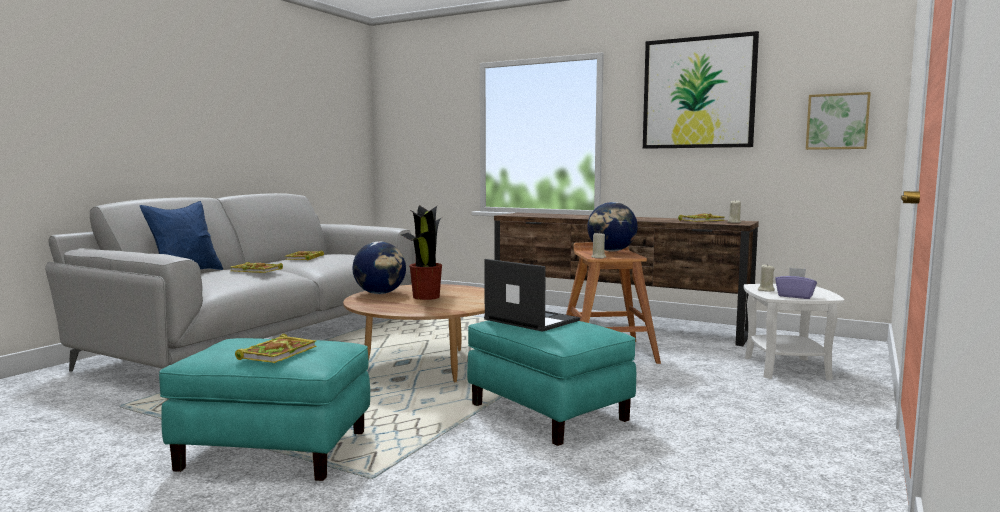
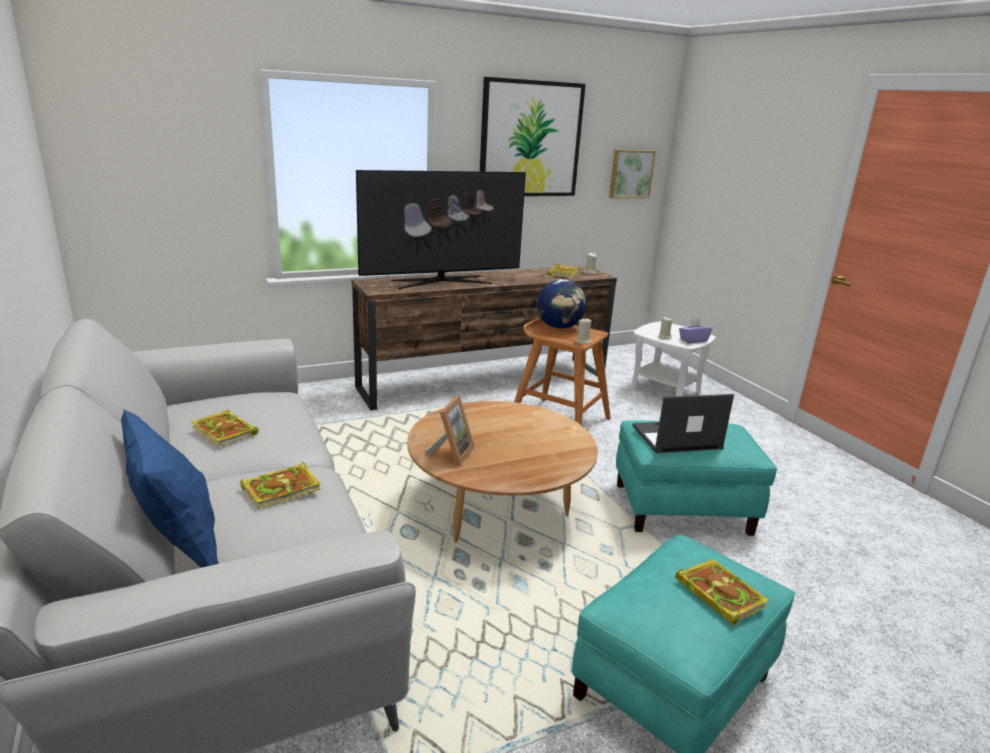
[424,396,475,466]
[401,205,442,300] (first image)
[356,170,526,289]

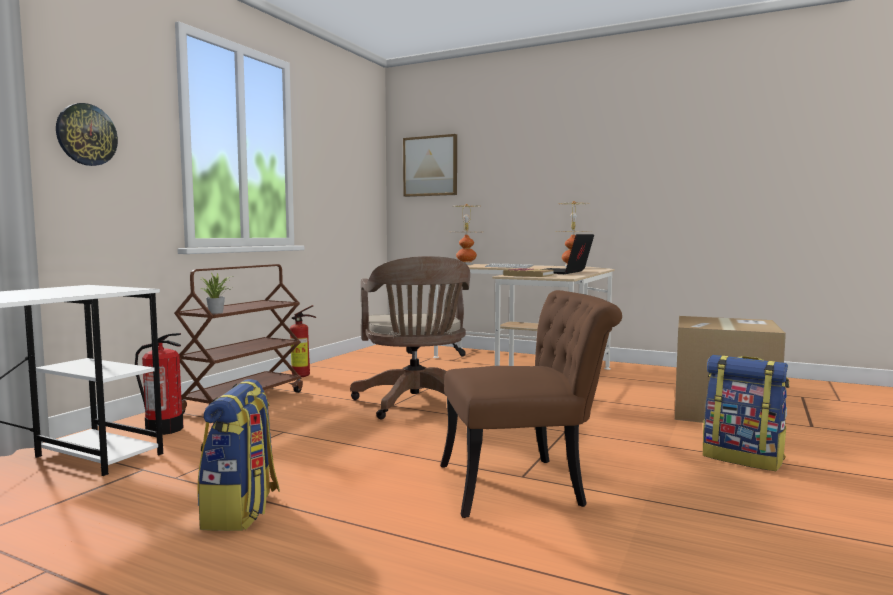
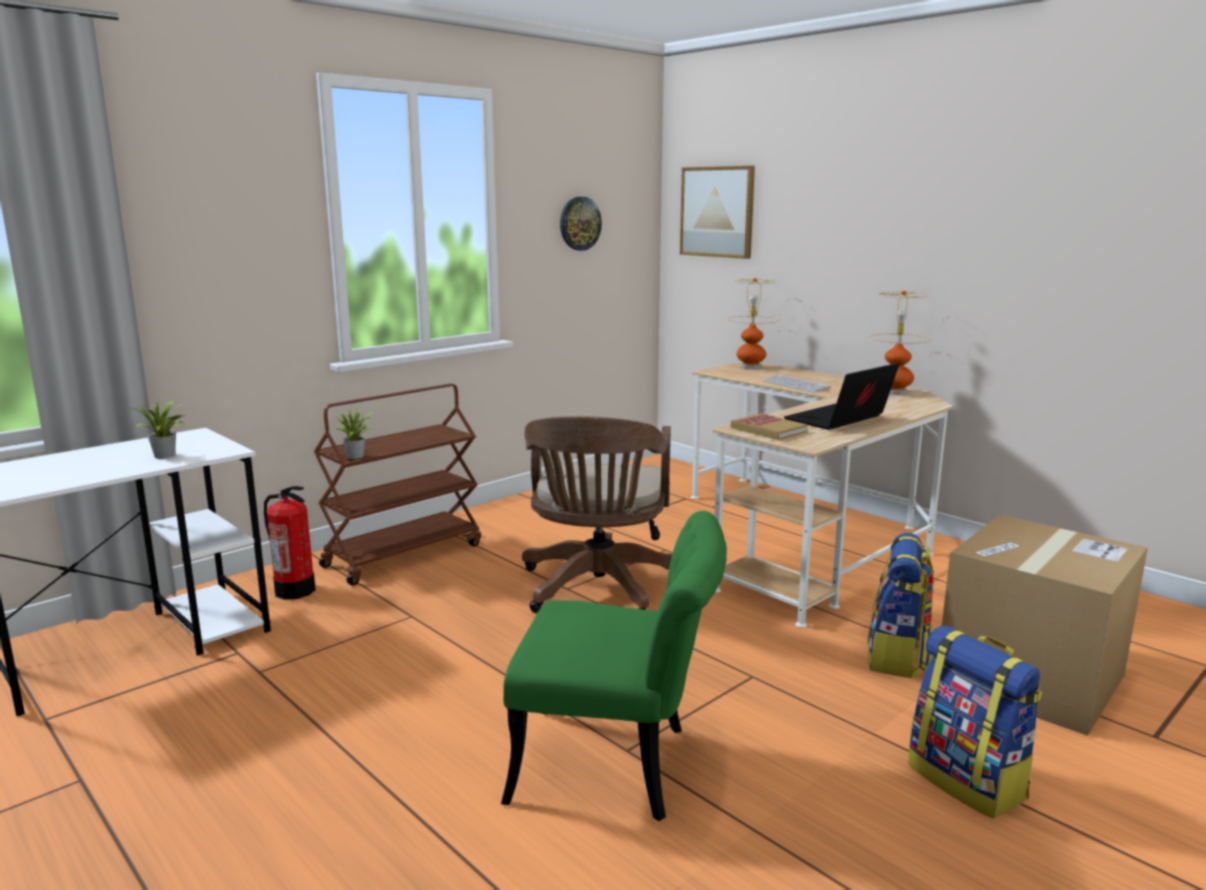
[560,197,602,251]
[867,533,934,678]
[290,305,316,377] (first image)
[501,511,727,821]
[131,398,185,459]

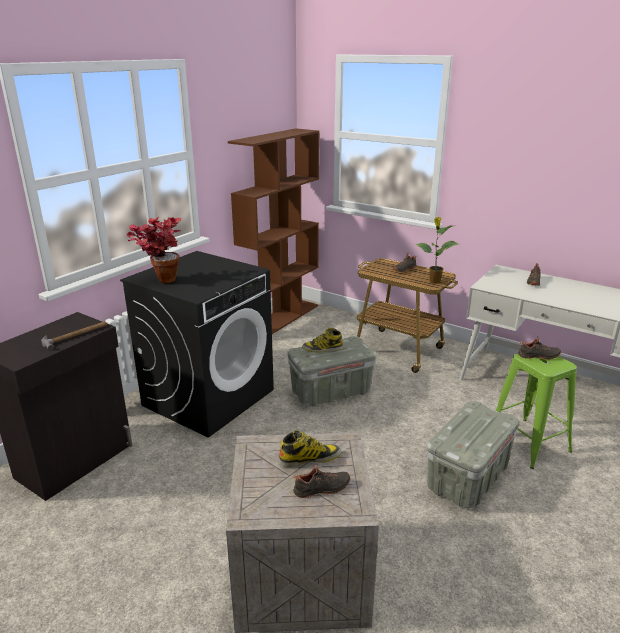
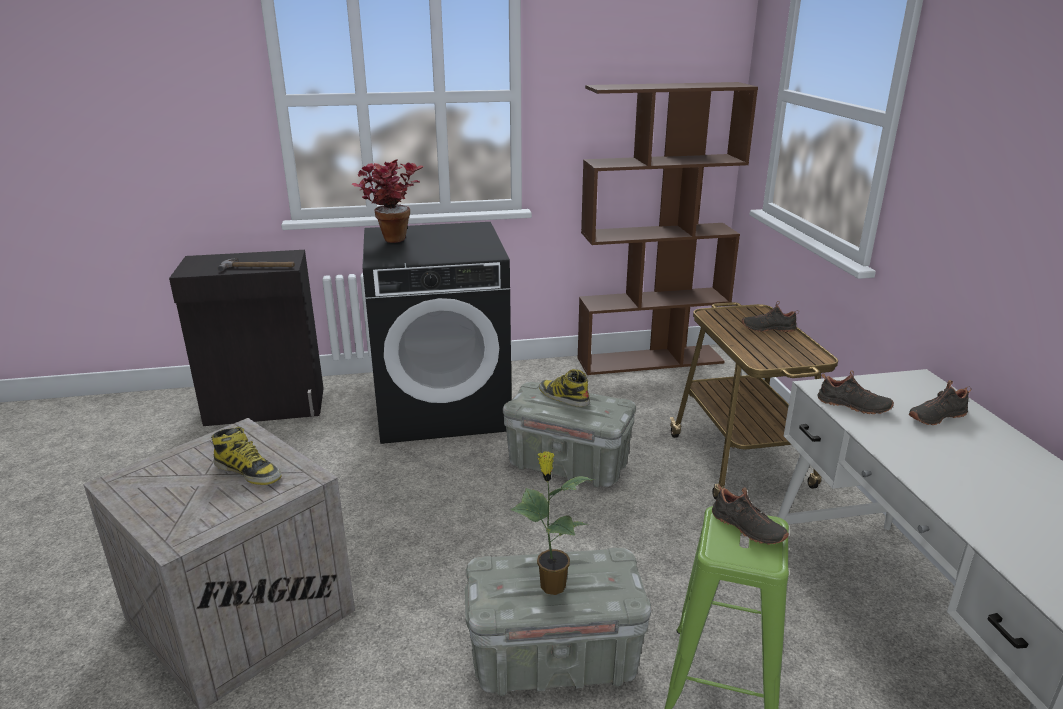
[818,370,894,414]
[510,451,595,595]

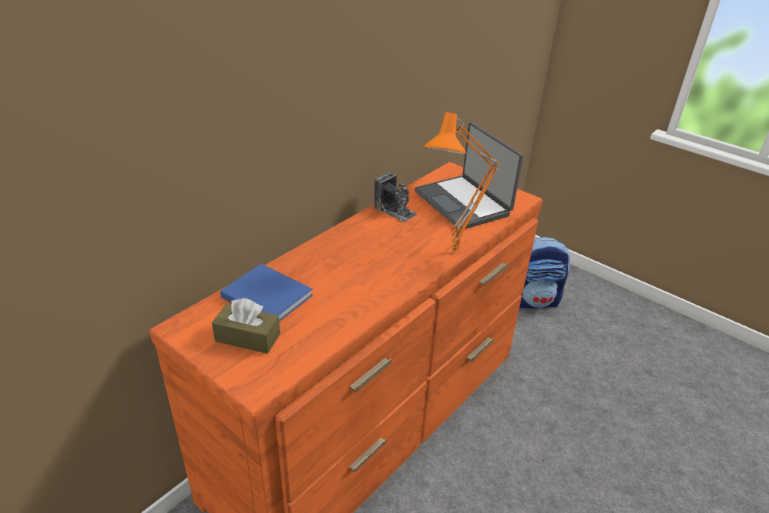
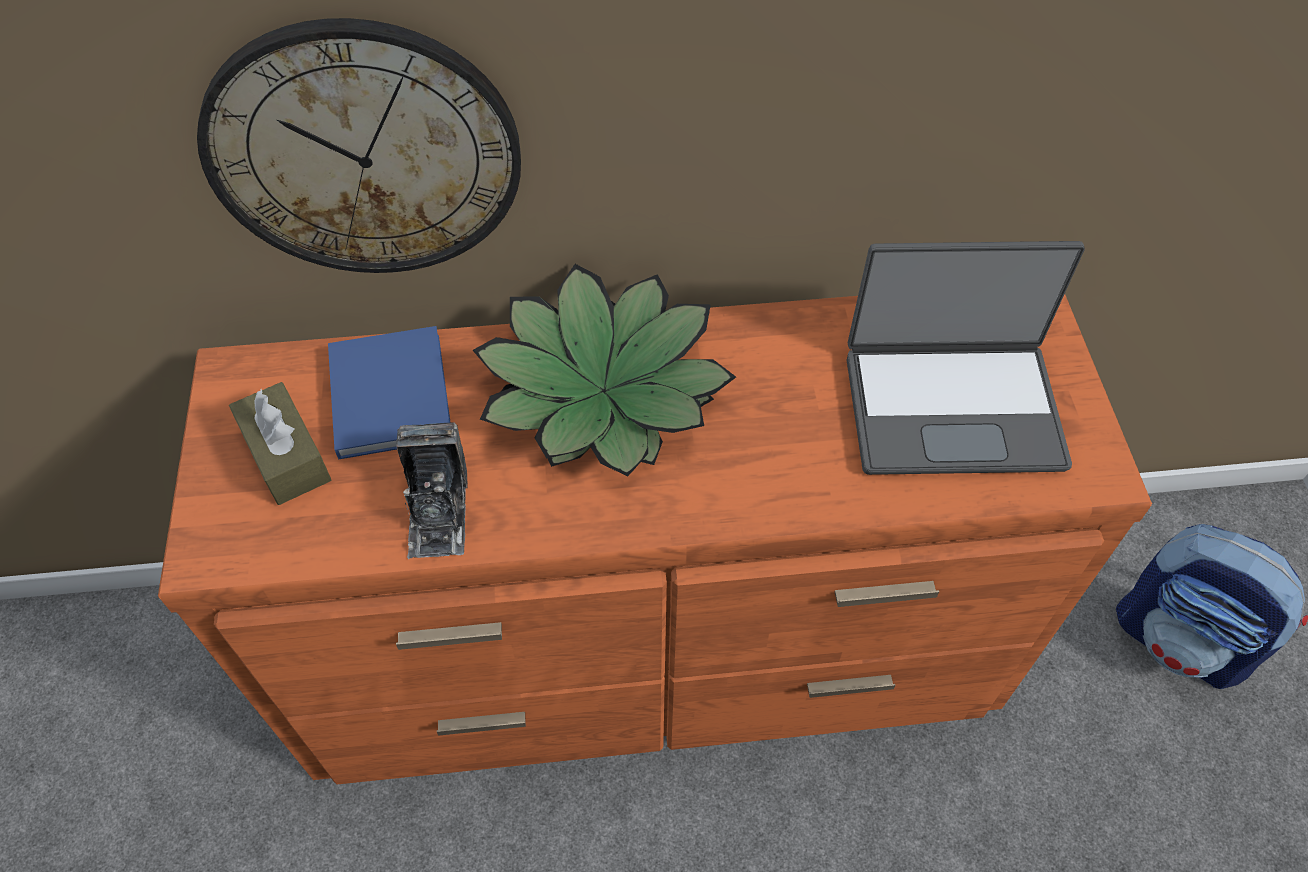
[396,422,468,559]
[847,241,1085,475]
[424,112,500,253] (first image)
[197,18,521,273]
[473,264,736,476]

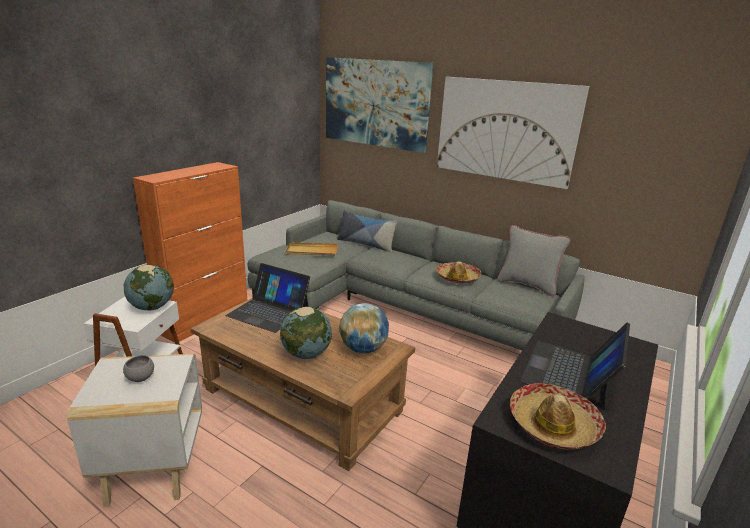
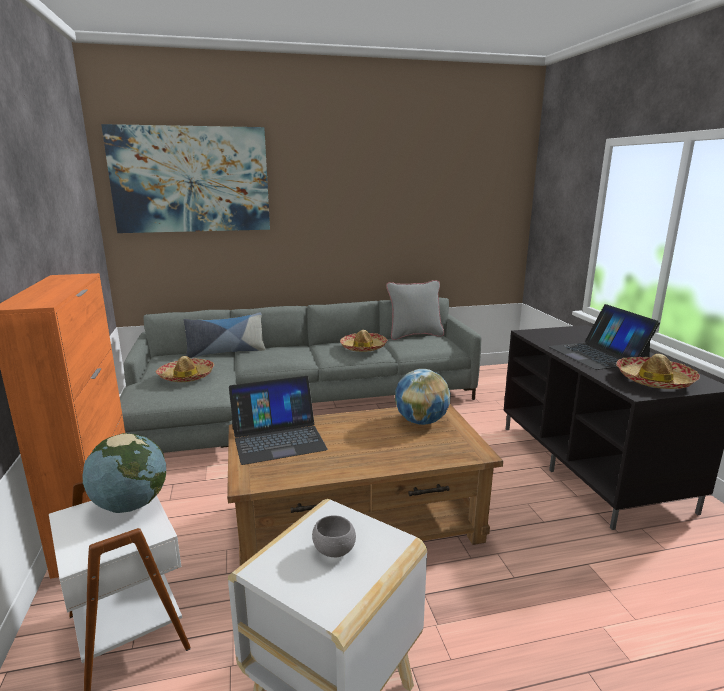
[280,307,332,359] (first image)
[156,356,214,382]
[437,77,589,189] (first image)

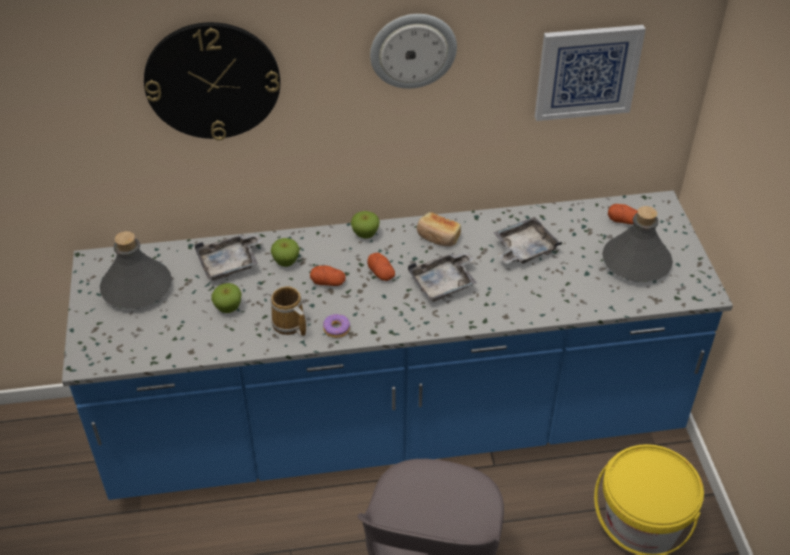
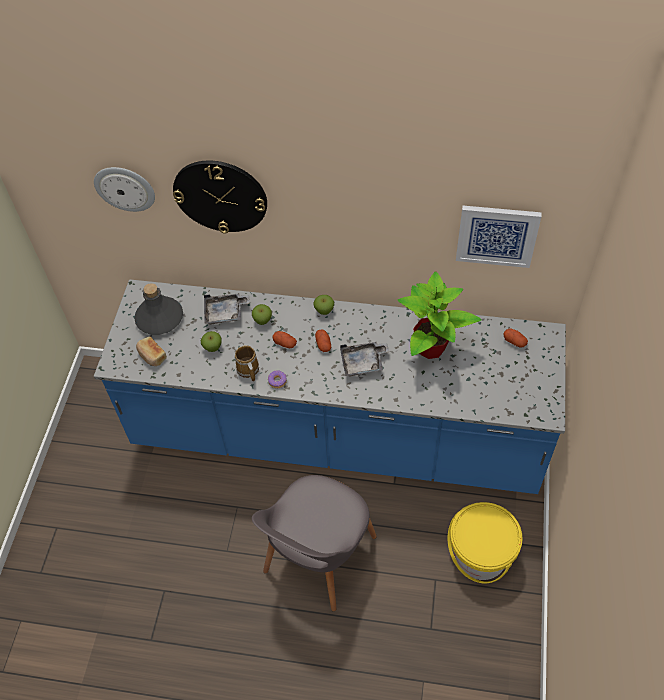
[94,167,155,212]
[136,336,167,366]
[398,271,482,359]
[602,206,673,282] (first image)

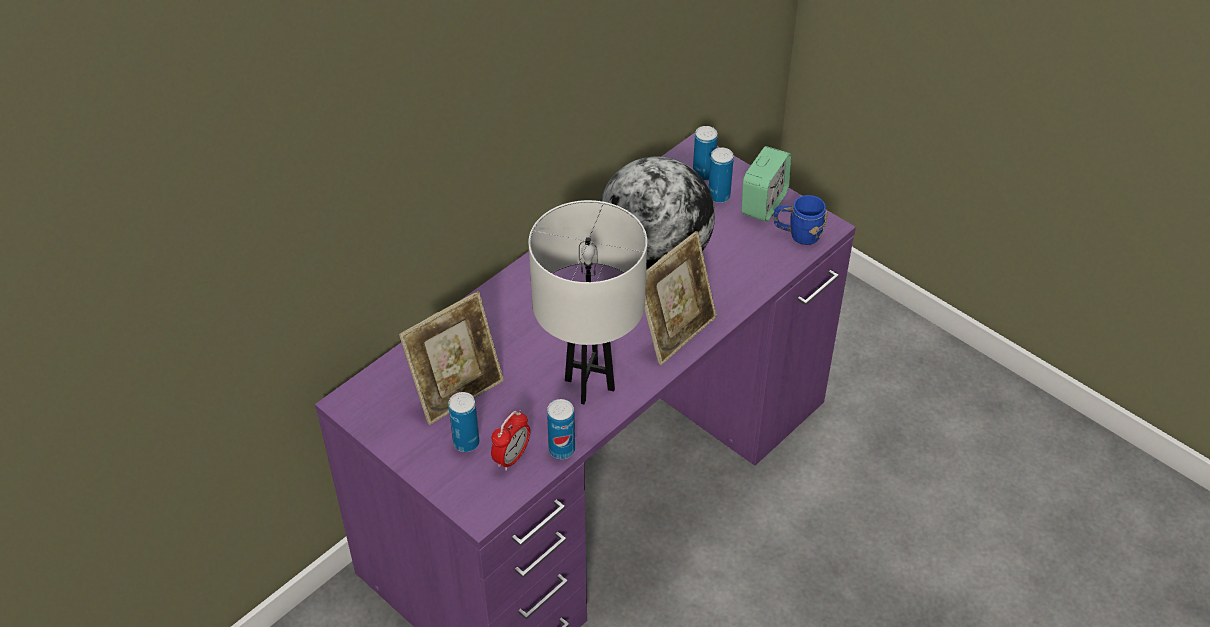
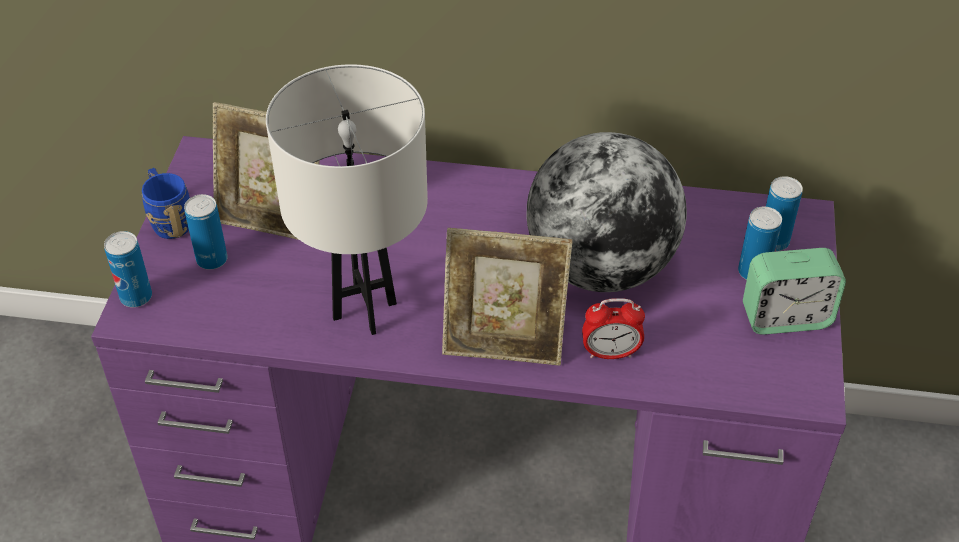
[582,298,645,359]
[104,231,152,307]
[142,168,190,239]

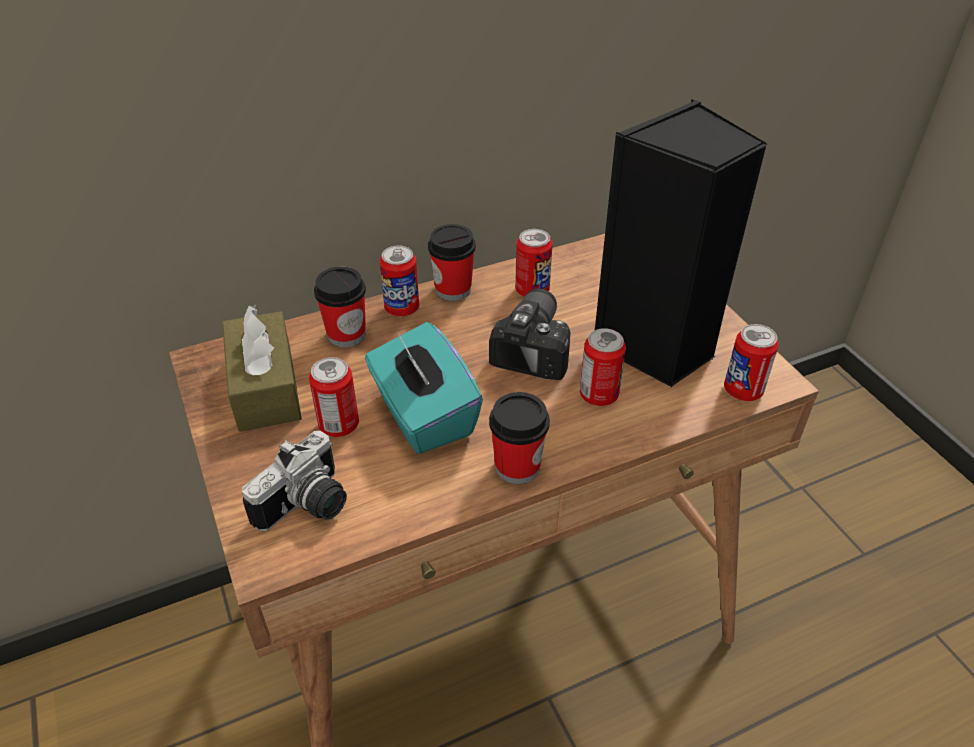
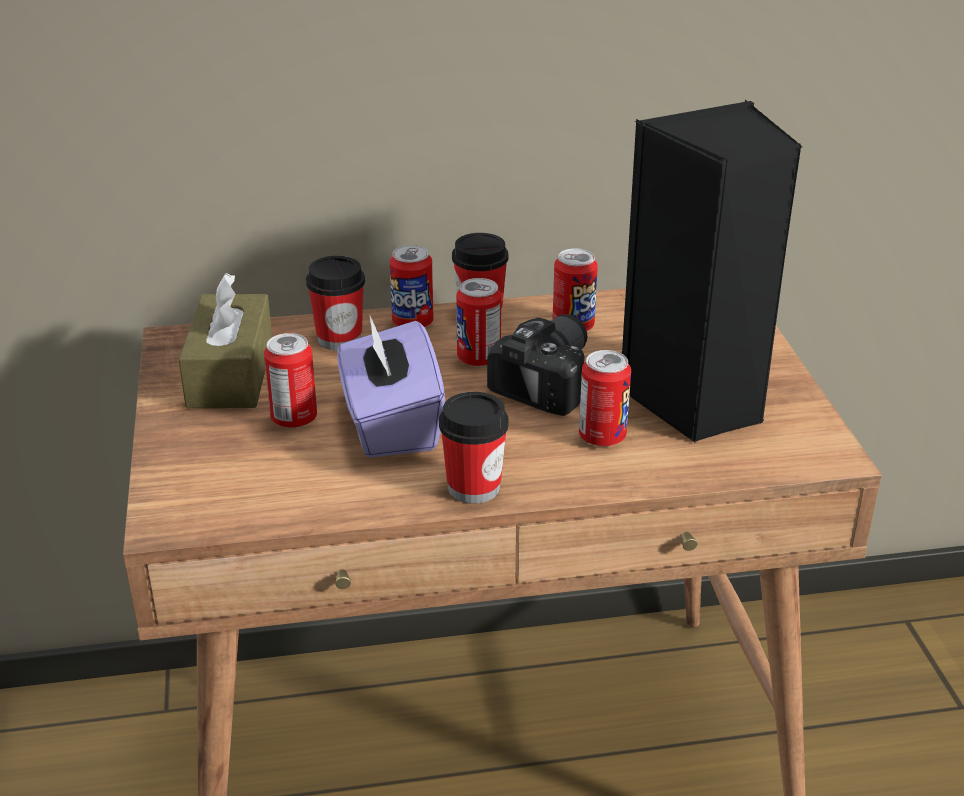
[242,431,347,531] (first image)
[337,314,445,458]
[456,278,501,367]

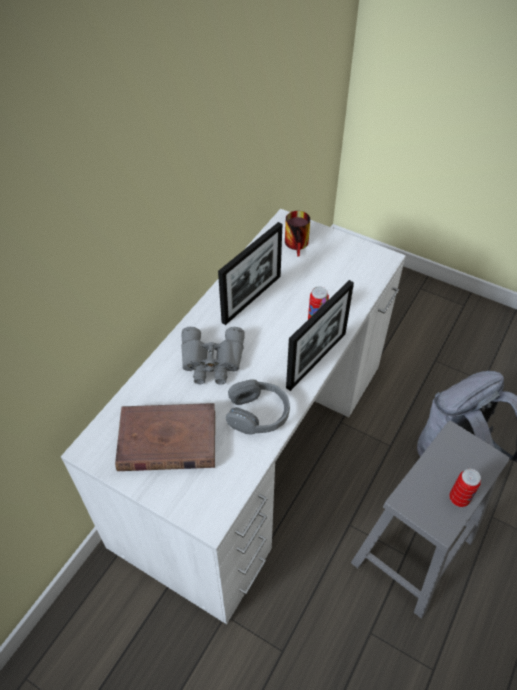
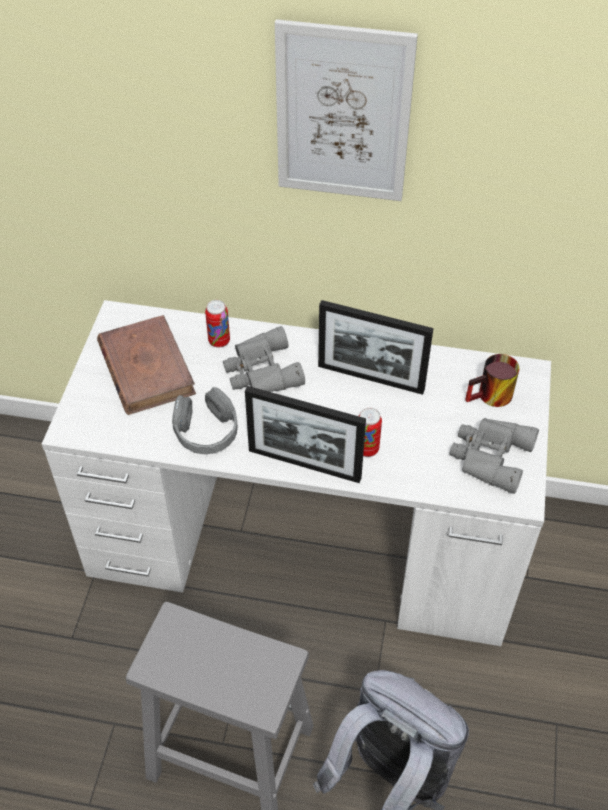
[205,300,230,348]
[275,19,418,201]
[449,418,539,494]

